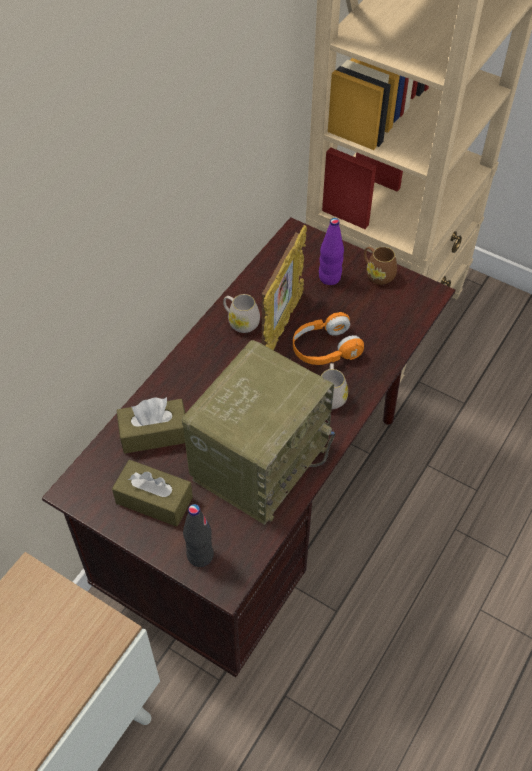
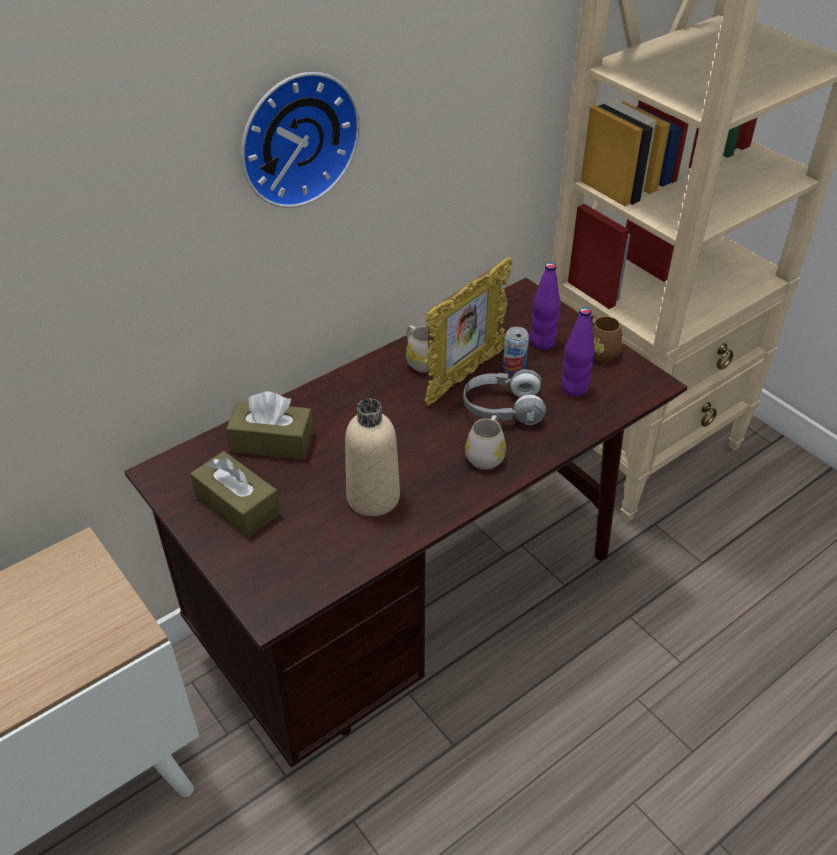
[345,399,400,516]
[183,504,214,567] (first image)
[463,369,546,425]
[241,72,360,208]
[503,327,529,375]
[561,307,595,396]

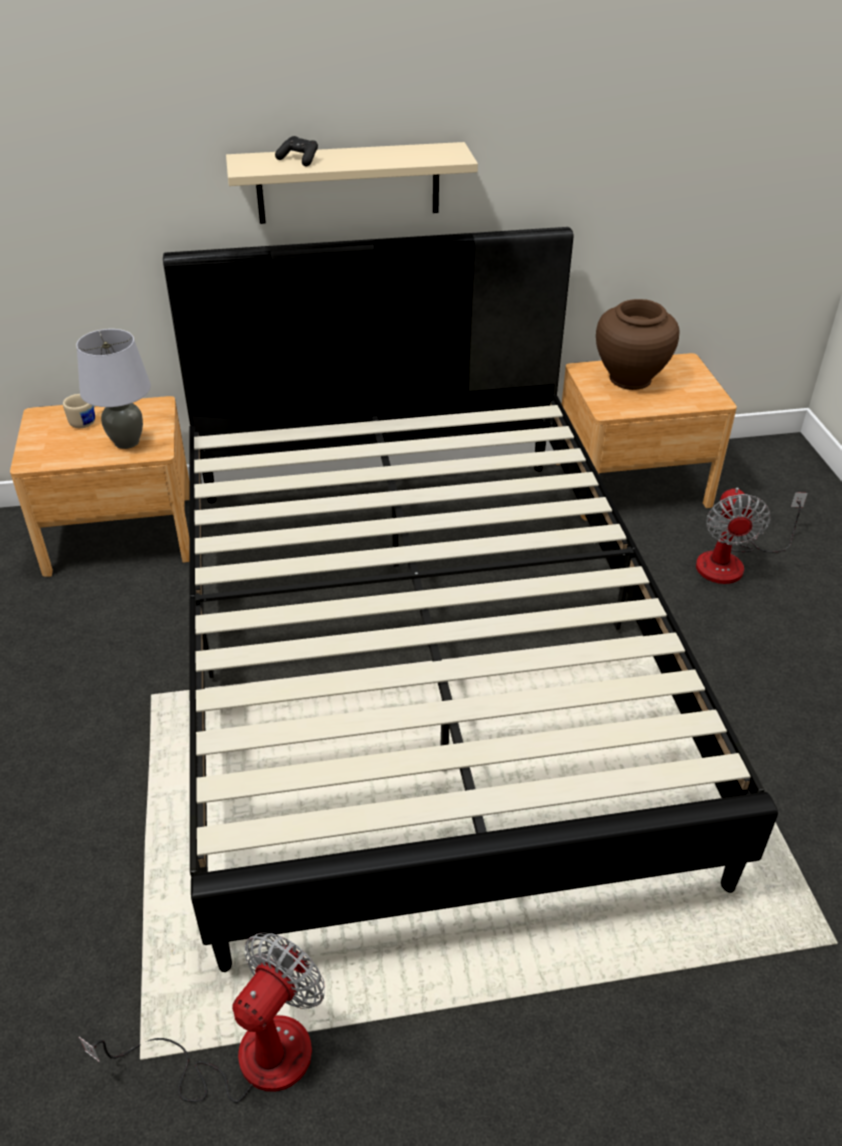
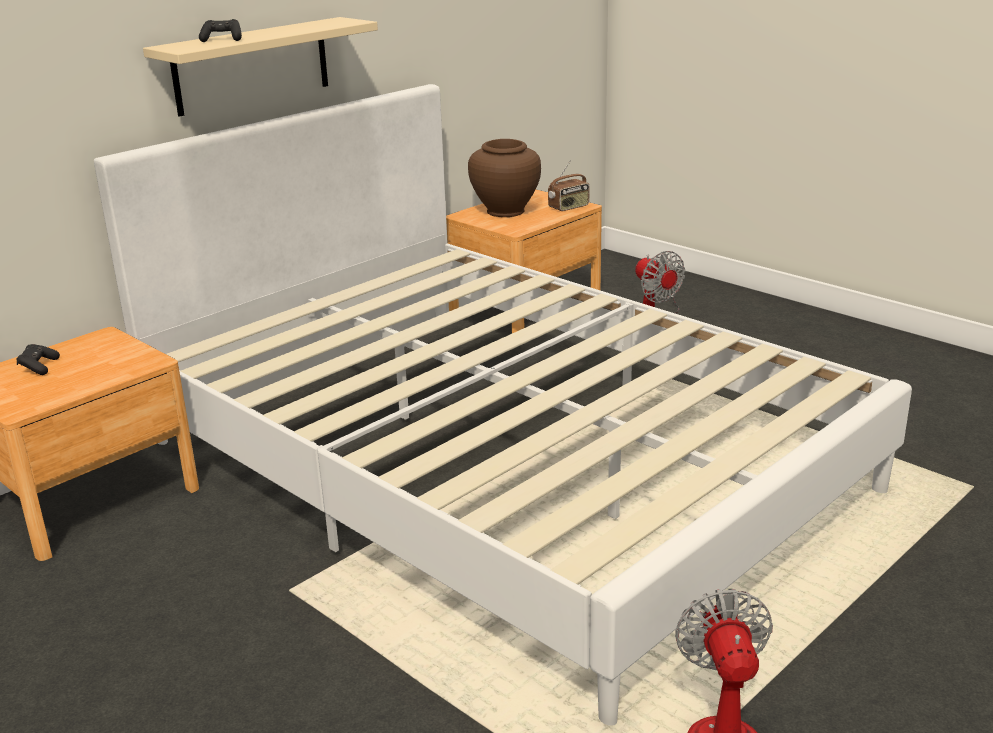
[16,344,60,375]
[76,329,151,449] (first image)
[94,84,912,726]
[548,160,589,211]

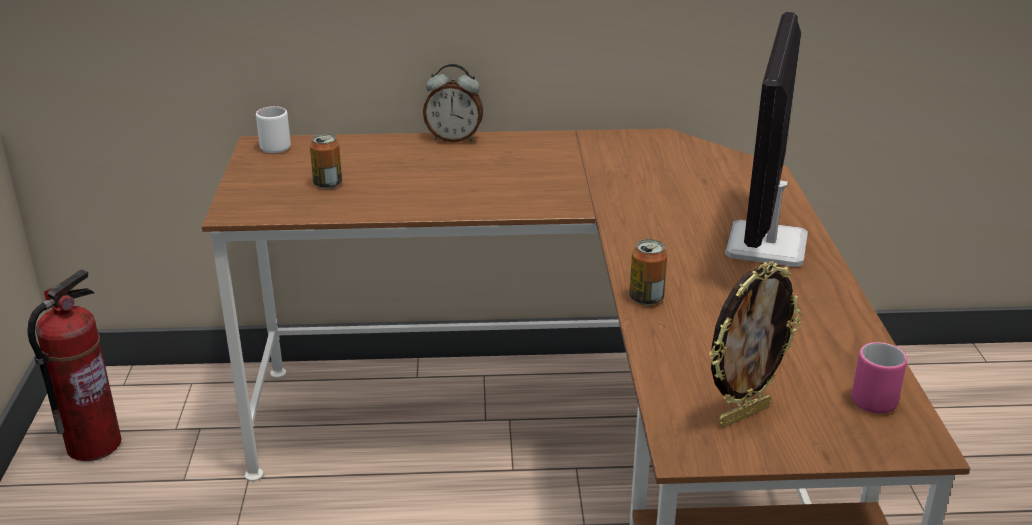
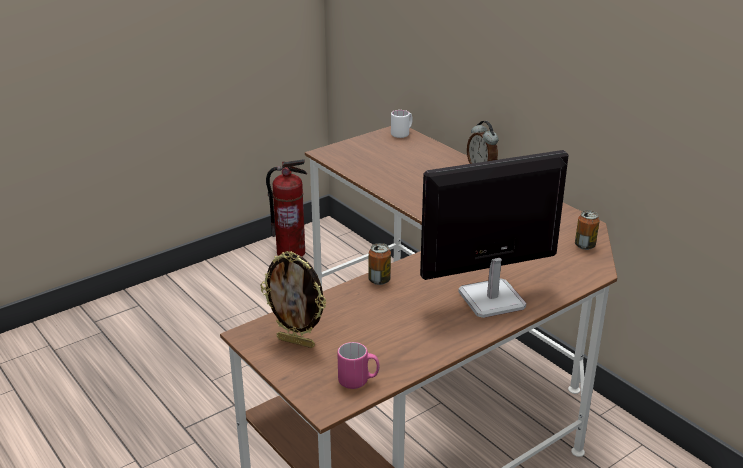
[575,210,600,250]

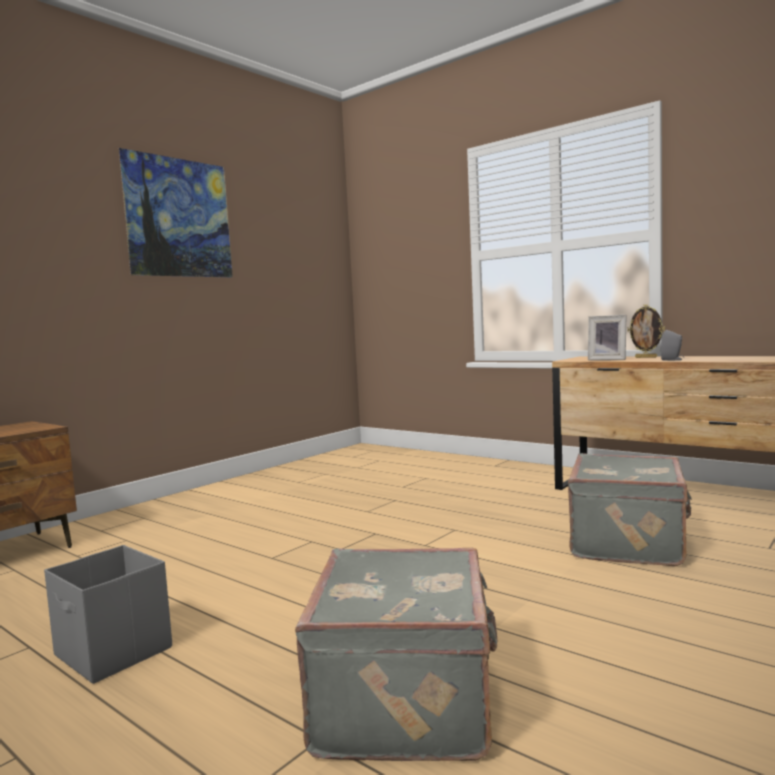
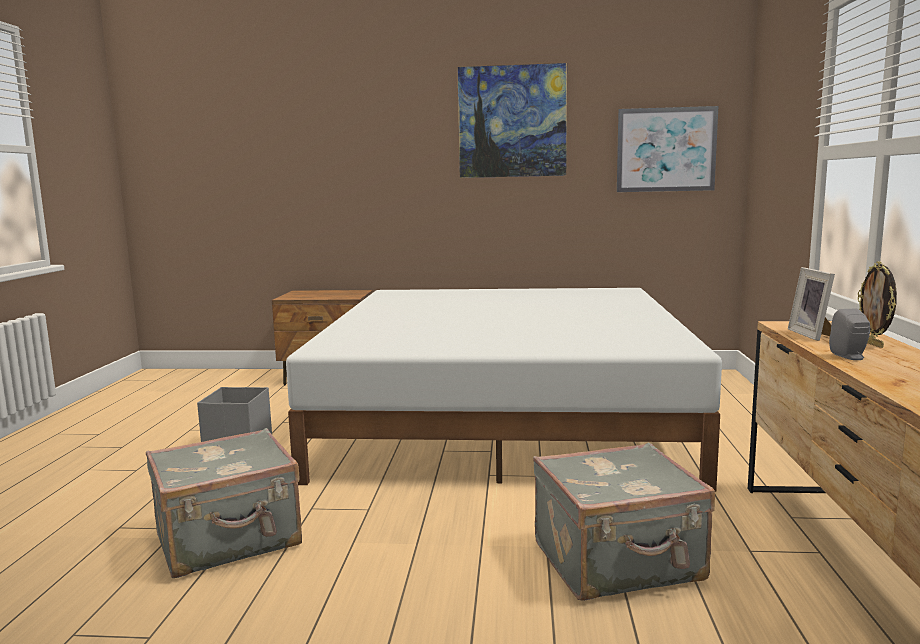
[286,288,722,492]
[617,106,718,192]

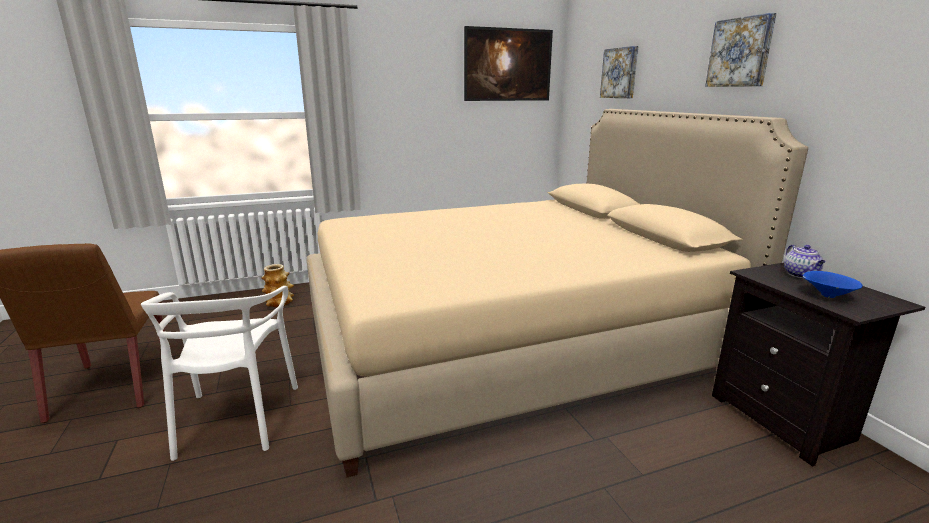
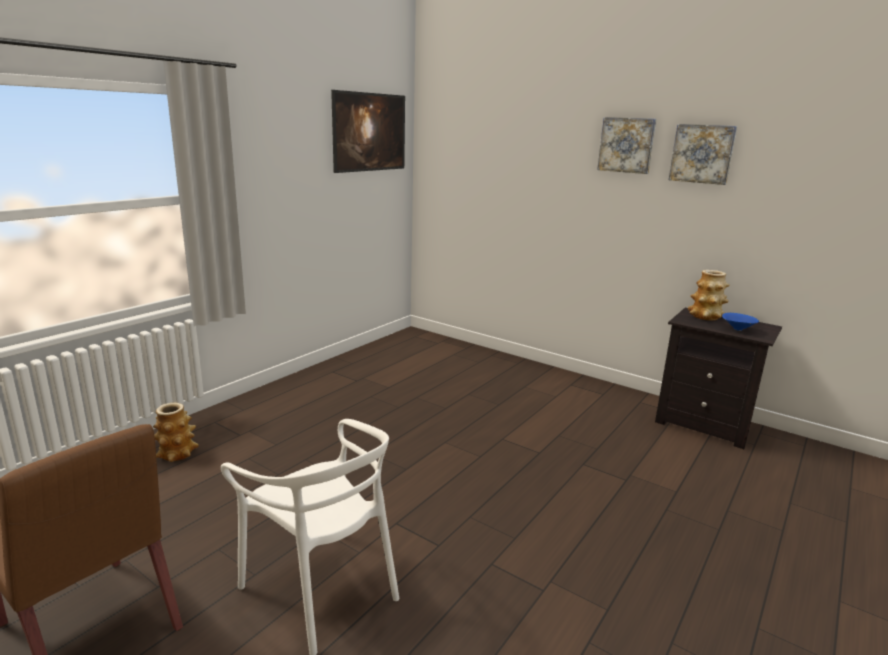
[306,109,808,477] (first image)
[669,124,737,185]
[688,270,730,320]

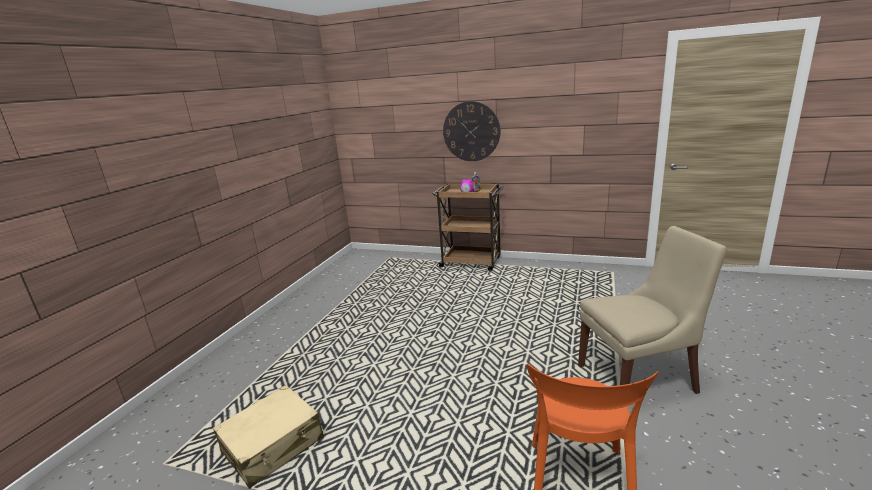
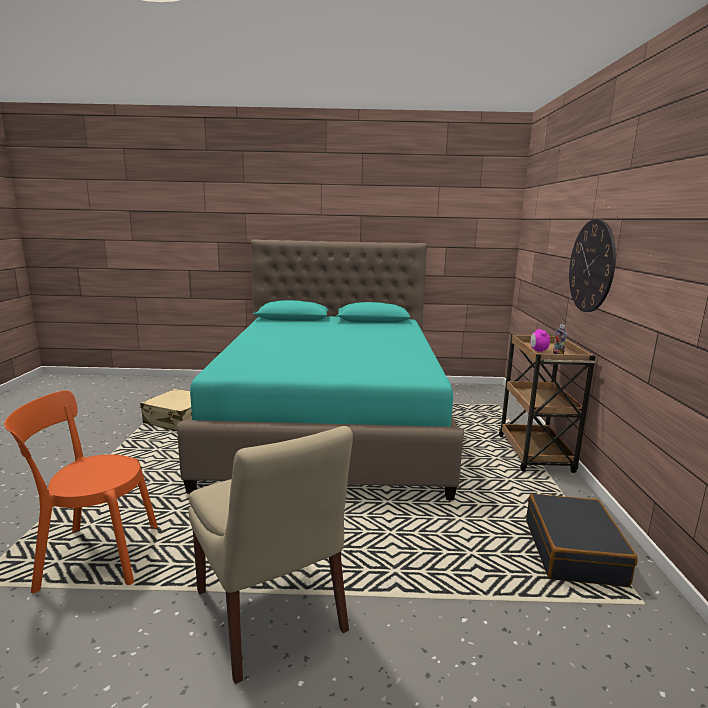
[177,239,464,500]
[526,494,638,587]

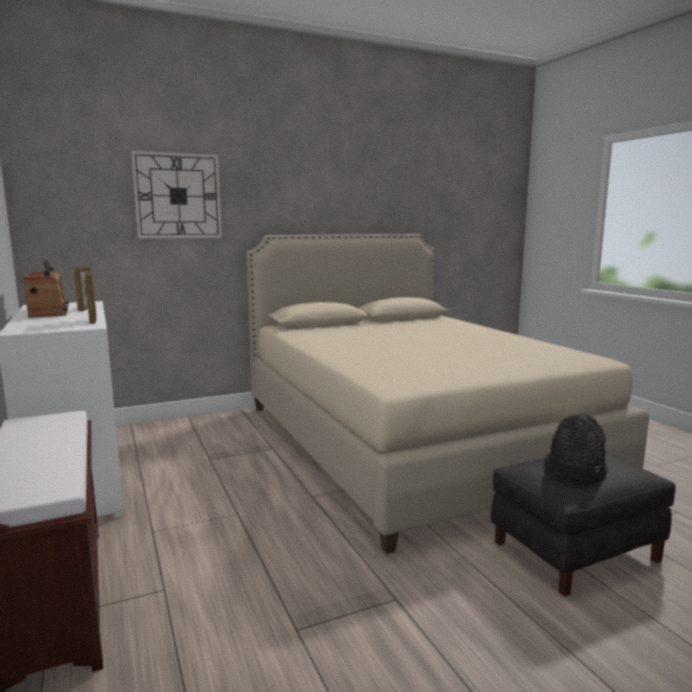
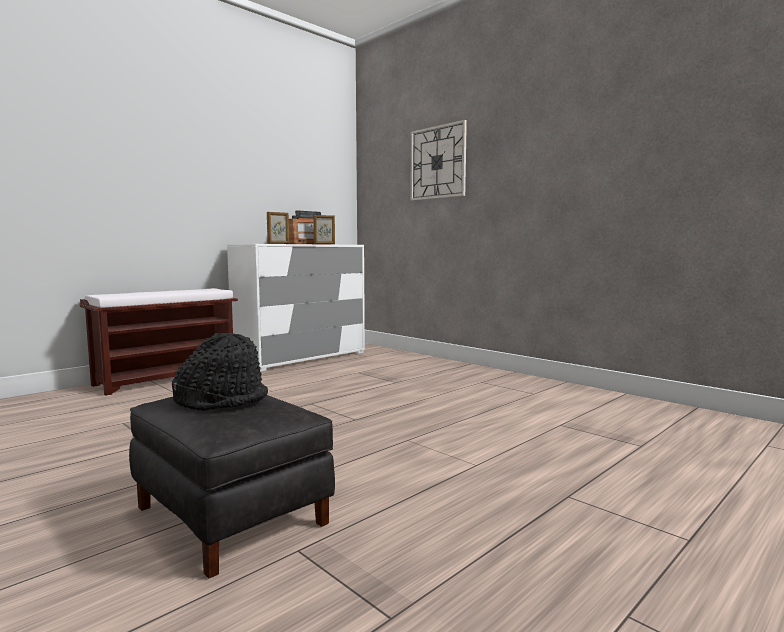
[246,234,649,554] (first image)

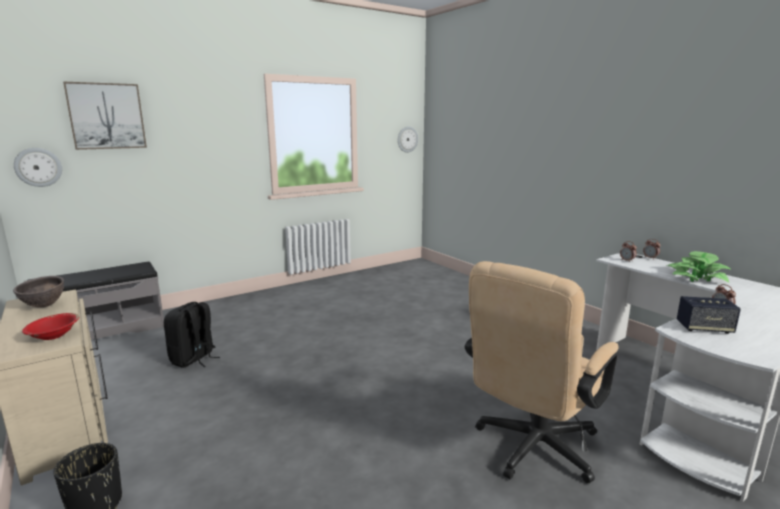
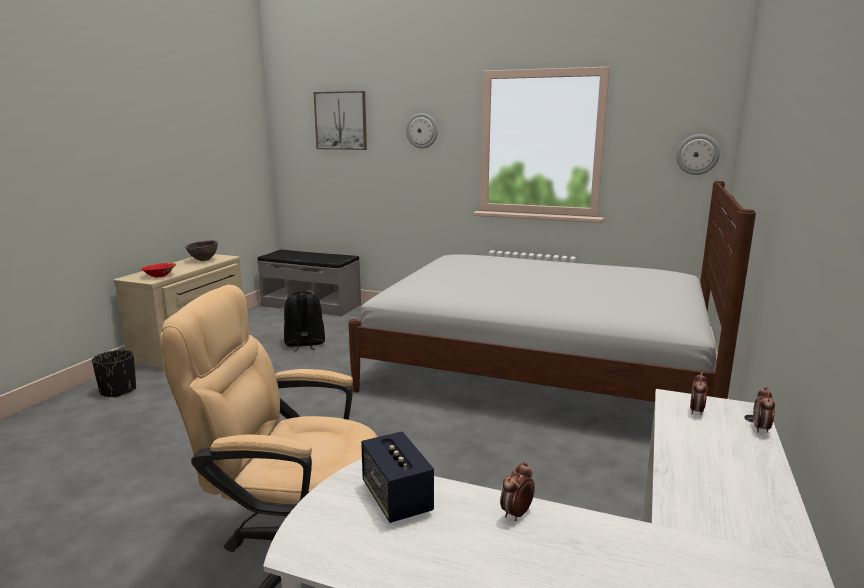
[406,113,438,149]
[666,251,732,283] (first image)
[348,181,756,402]

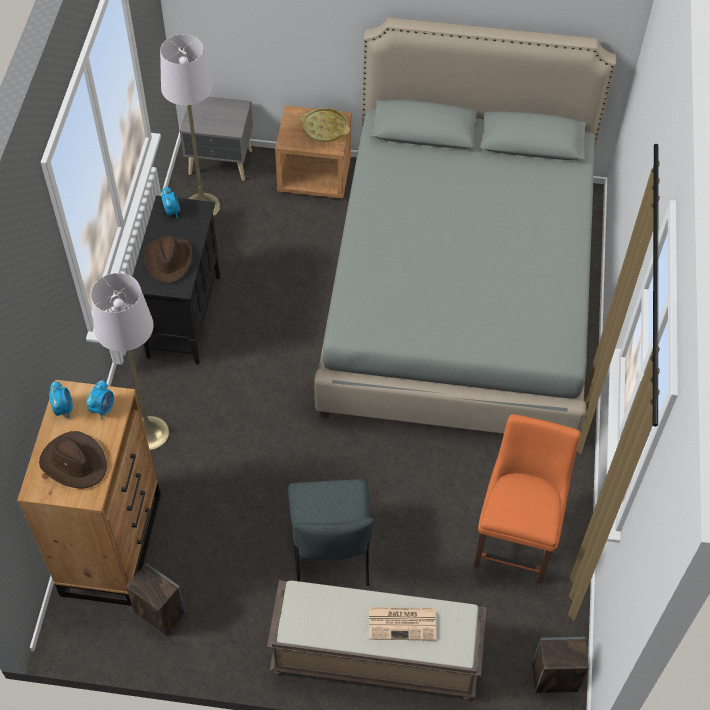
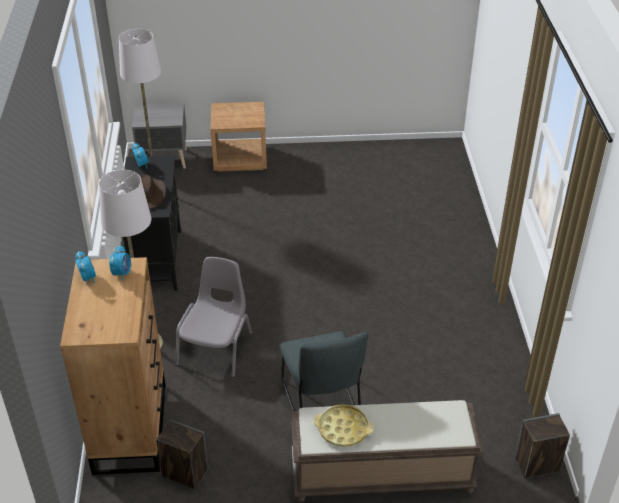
[39,431,107,488] (first image)
[314,404,374,447]
[314,17,616,434] (first image)
[369,607,436,641] (first image)
[474,414,580,584] (first image)
[176,257,252,378]

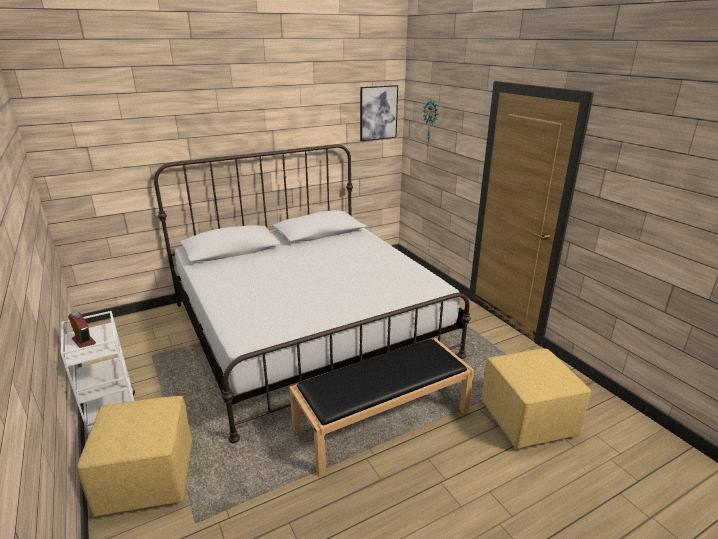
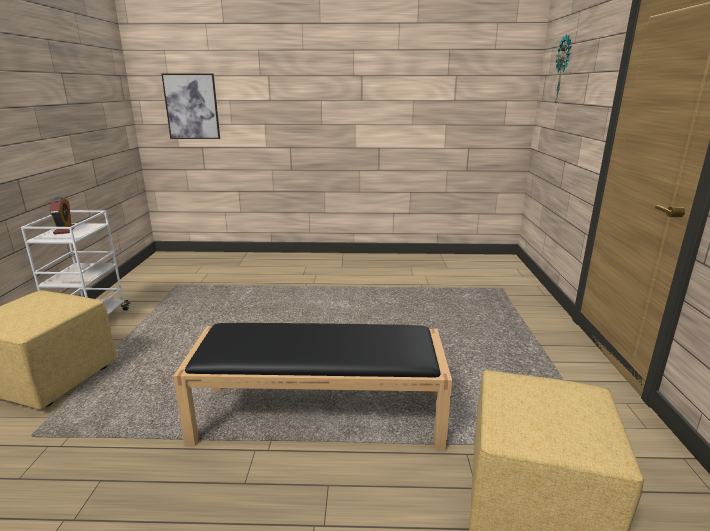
[154,145,471,443] (first image)
[162,74,220,139]

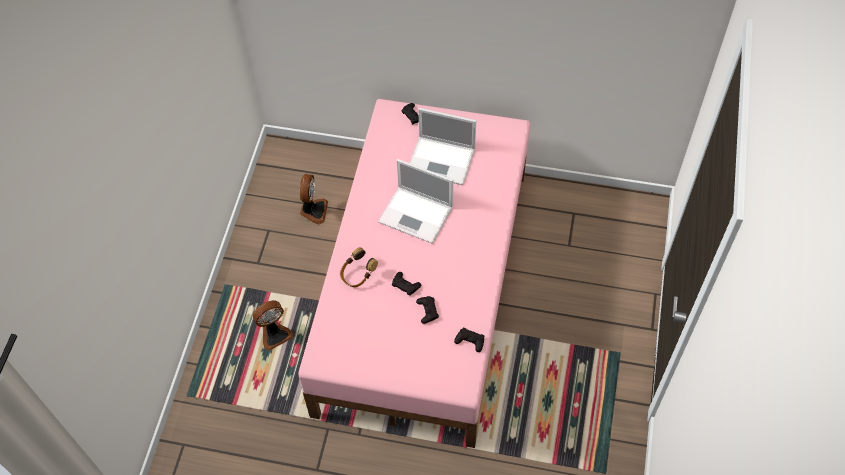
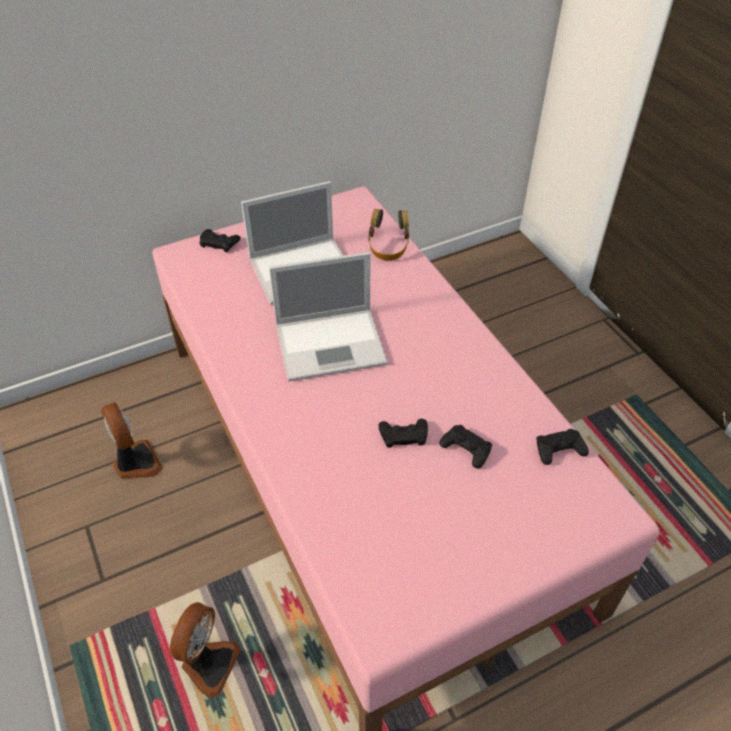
[368,209,409,261]

